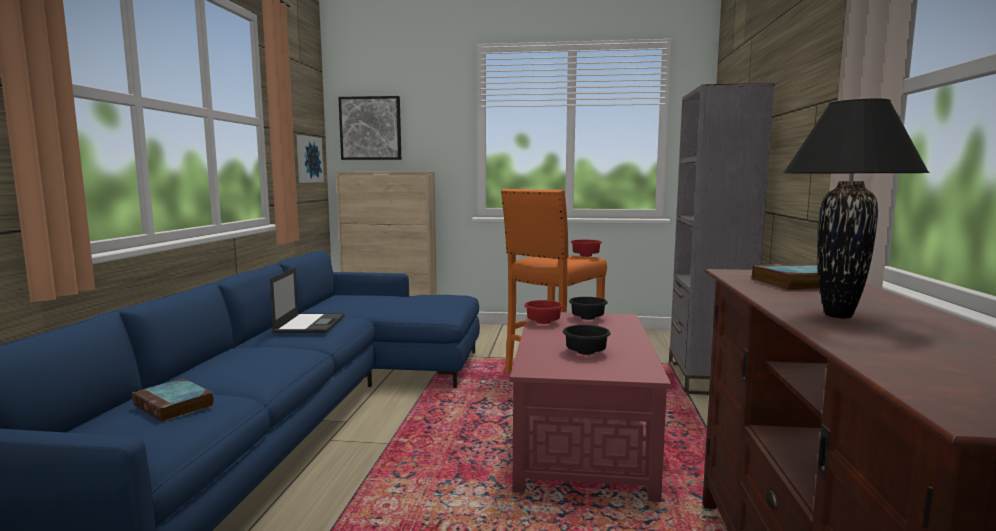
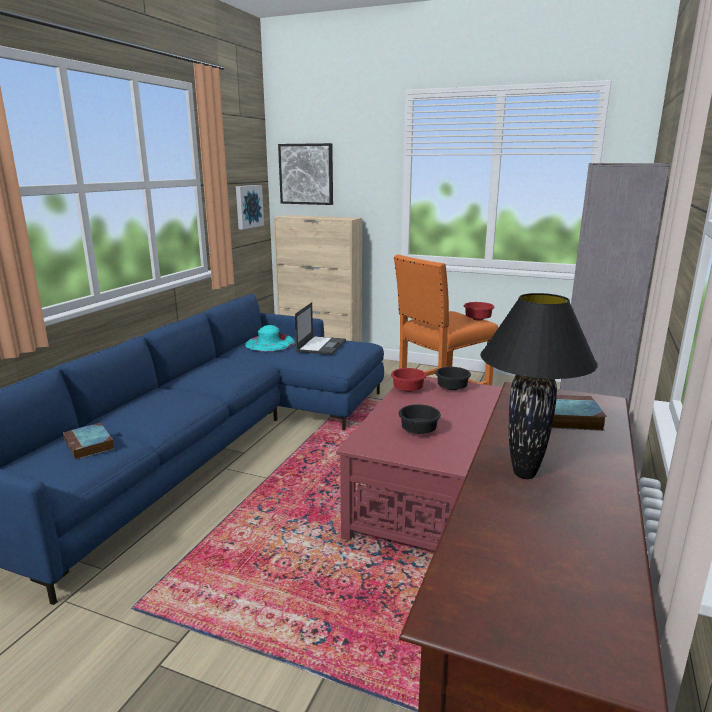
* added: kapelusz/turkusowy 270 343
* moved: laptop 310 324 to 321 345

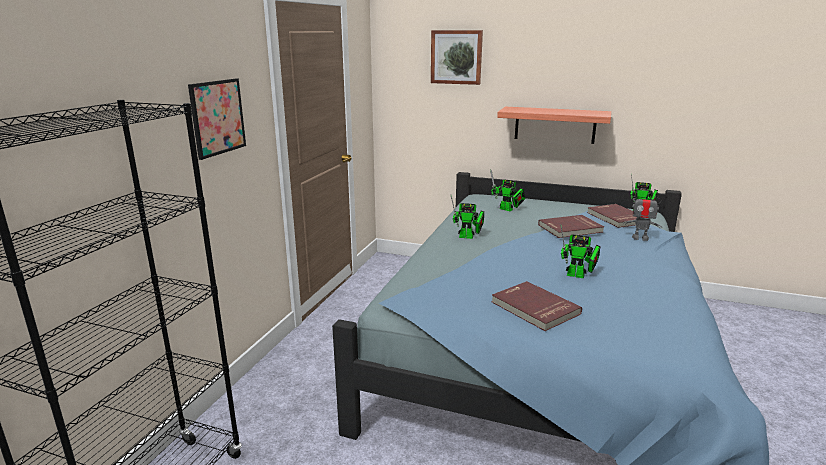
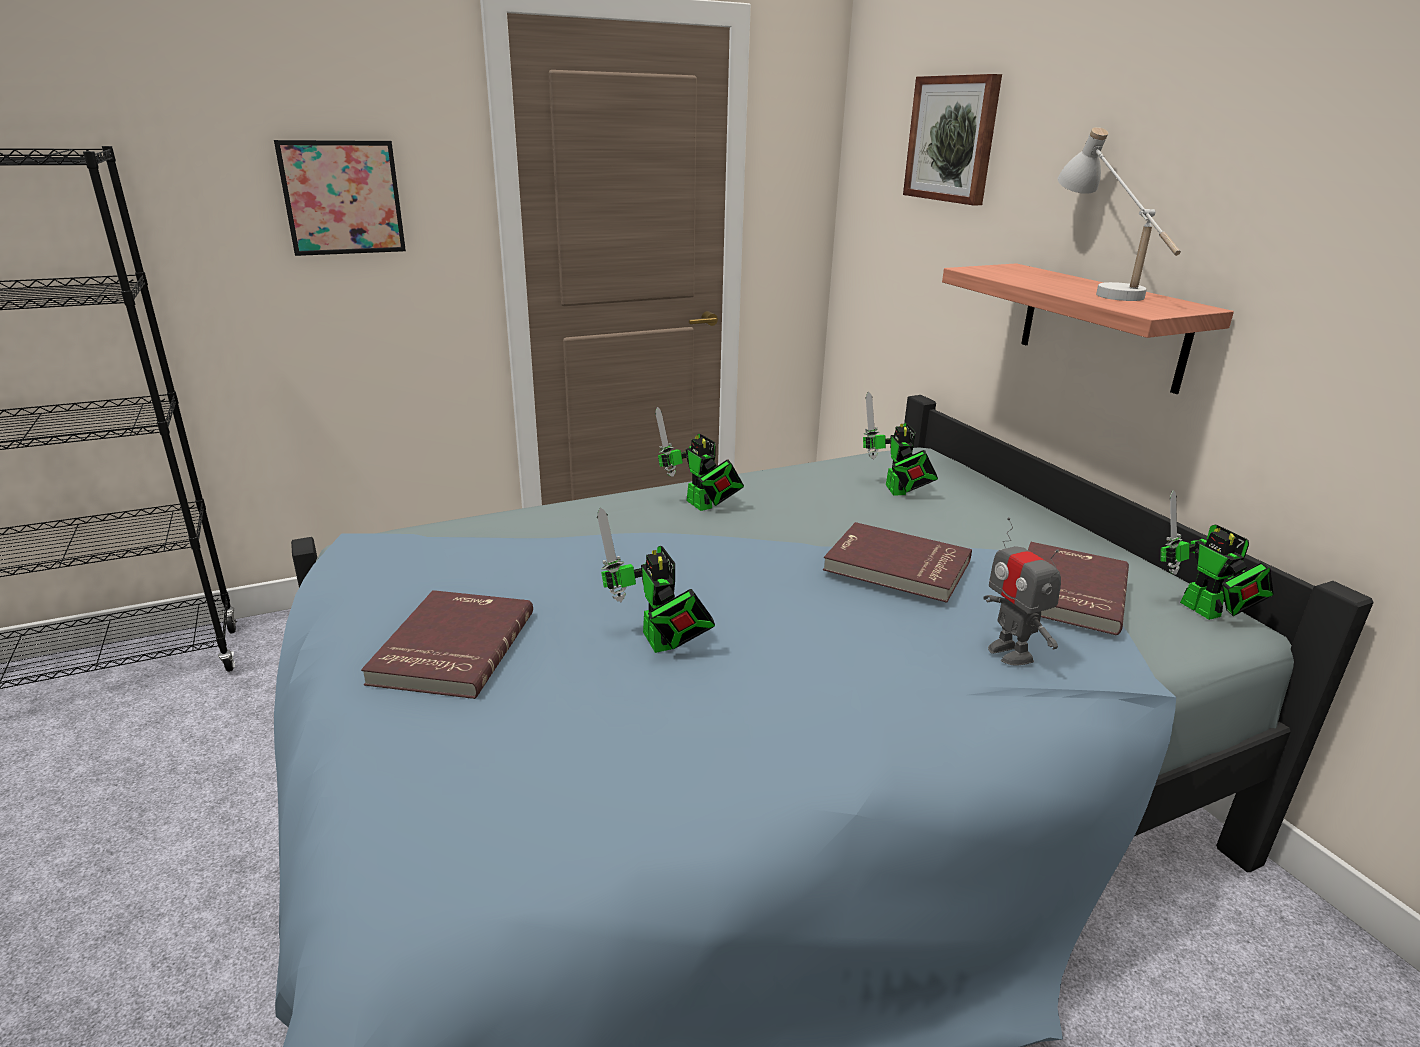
* added: lampa stołowa/biały 1101 290

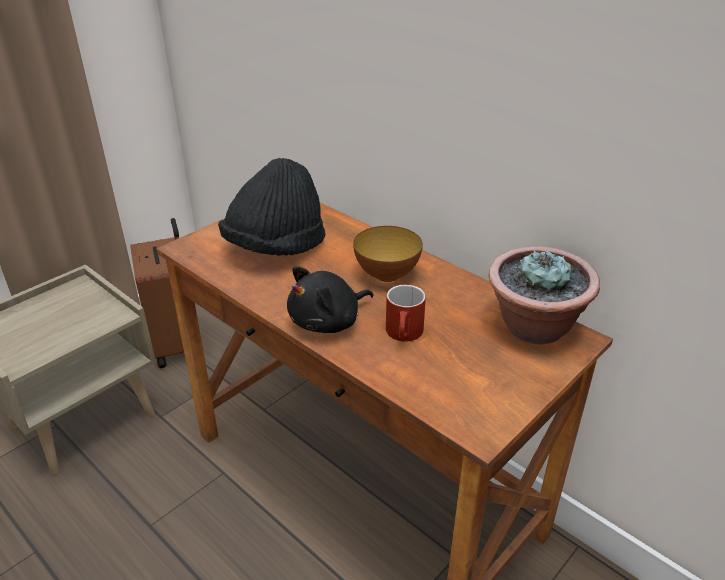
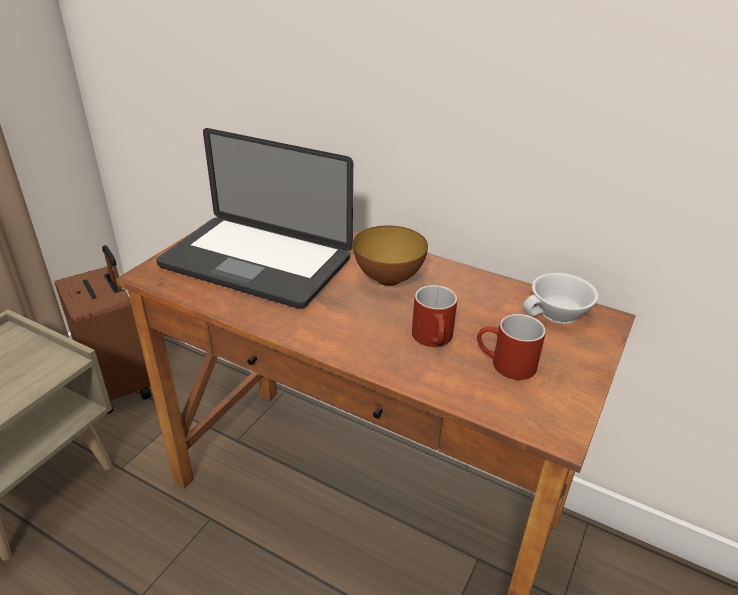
* removed: pluszak/czarny 328 322
* added: kubek/czerwony 505 365
* replaced: kapelusz/czarny 275 247 to laptop 256 263
* replaced: roślina doniczkowa 534 328 to filiżanka/biały 558 314

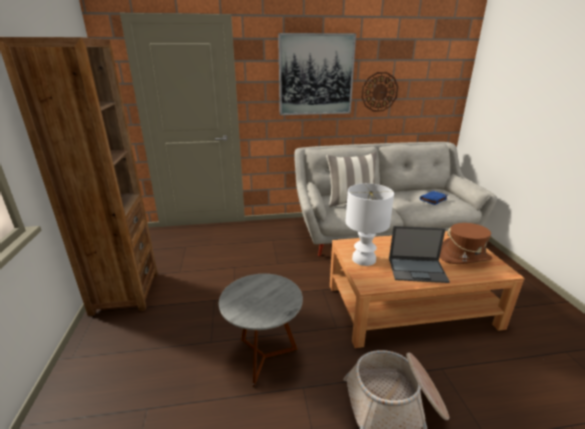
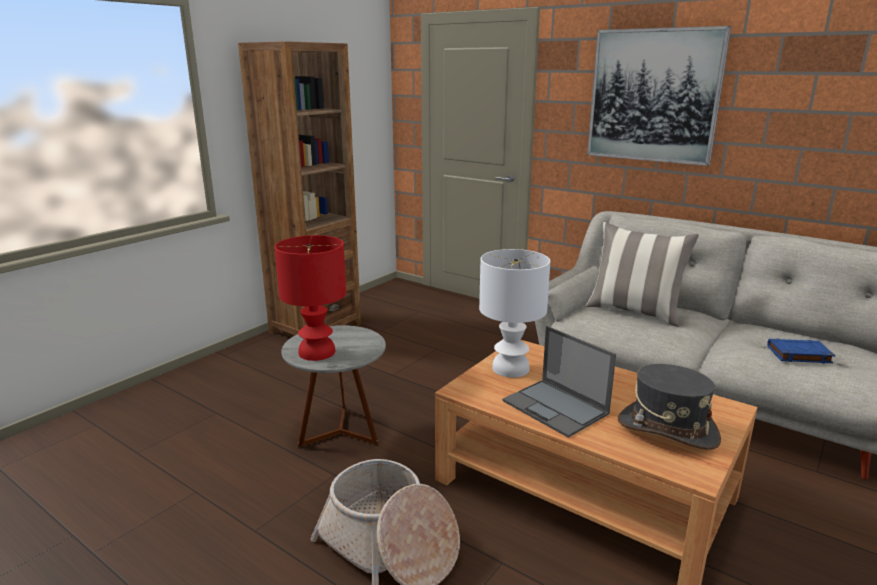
* removed: zegar ścienny 379 92
* added: lampa stołowa/czerwony 318 352
* recoloured: kapelusz/brązowy 464 256 to kapelusz/szary 667 429

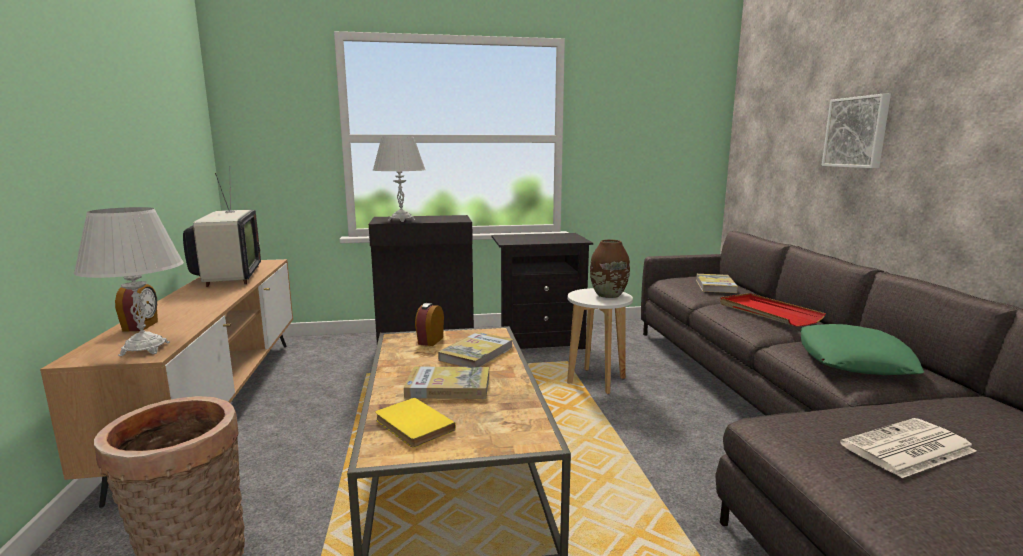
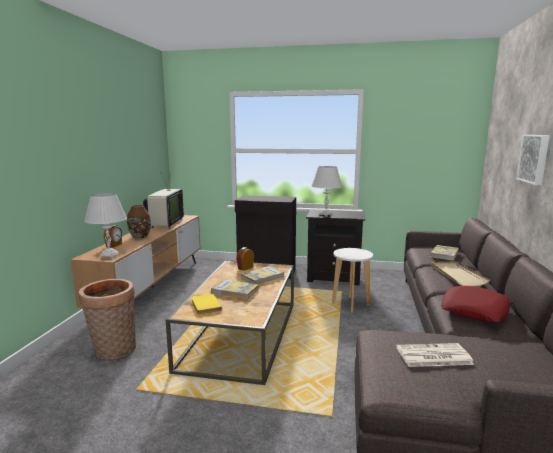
* moved: lampa stołowa/biały 401 220 to 326 215
* moved: wazon/brązowy 608 295 to 139 237
* recoloured: taca/czerwony 767 312 to taca/beżowy 456 275
* recoloured: poduszka/zielony 854 360 to poduszka/czerwony 475 310

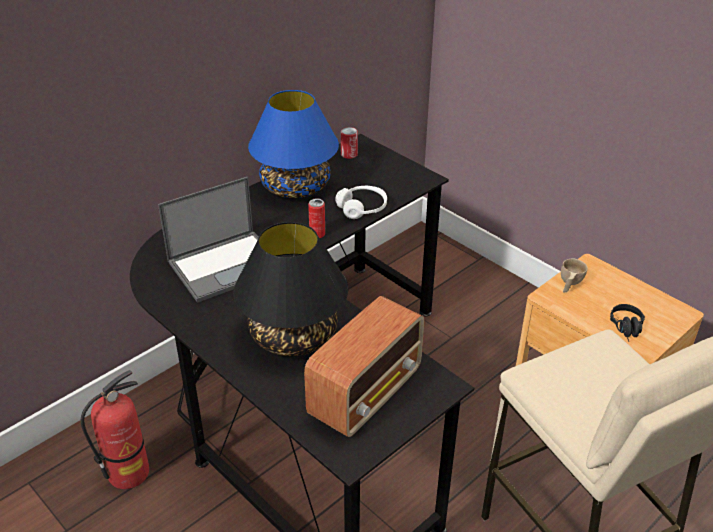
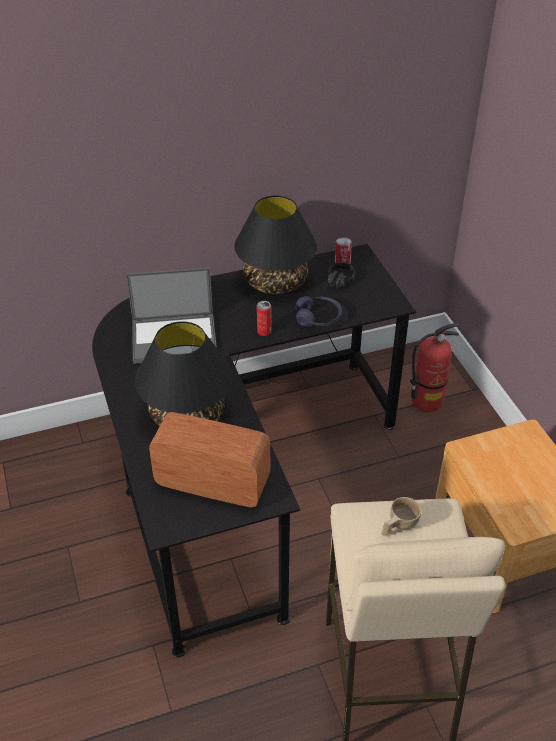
* moved: gaśnica 128 473 to 427 401
* moved: filiżanka/beżowy 569 284 to 398 526
* moved: słuchawki/czarny 627 330 to 338 283
* recoloured: lampa stołowa/niebieski 296 186 to lampa stołowa/czarny 276 281
* recoloured: słuchawki/biały 362 208 to słuchawki/fioletowy 318 318
* turned: radio 366 393 = 211 482 135 degrees counterclockwise

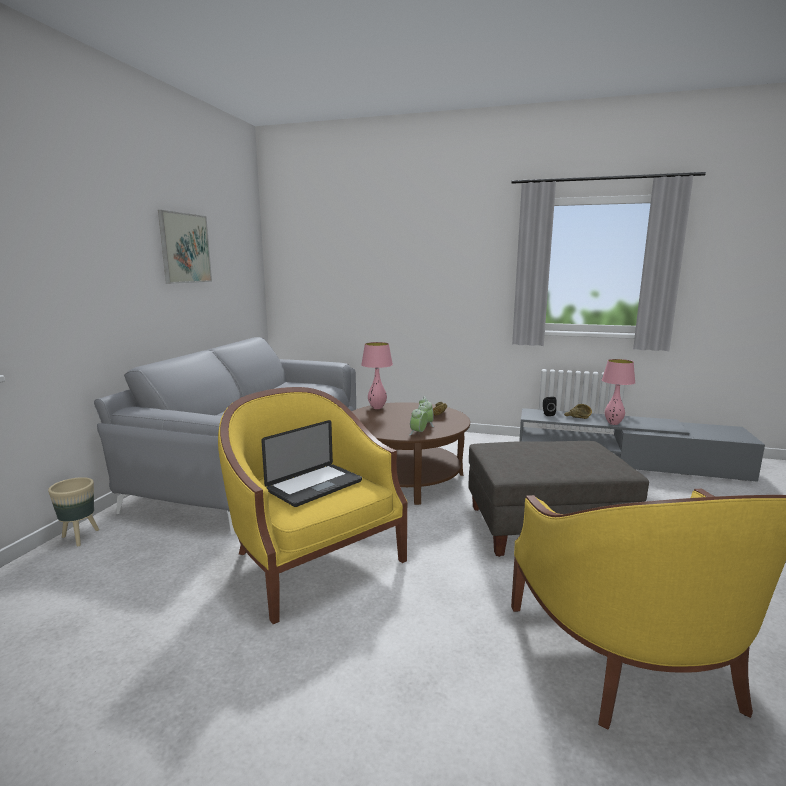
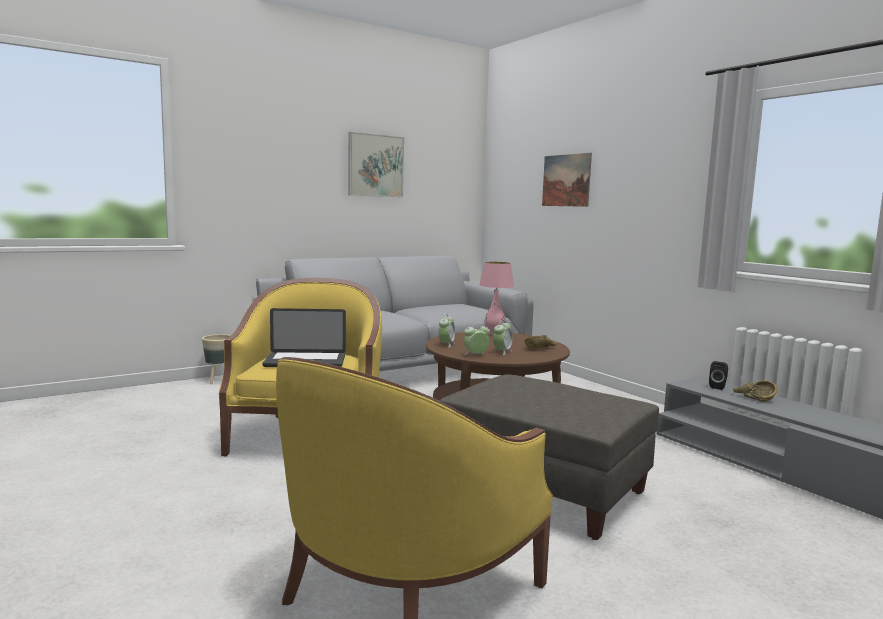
* removed: lampa stołowa/różowy 613 423
* added: budzik 446 344
* added: obraz 566 180

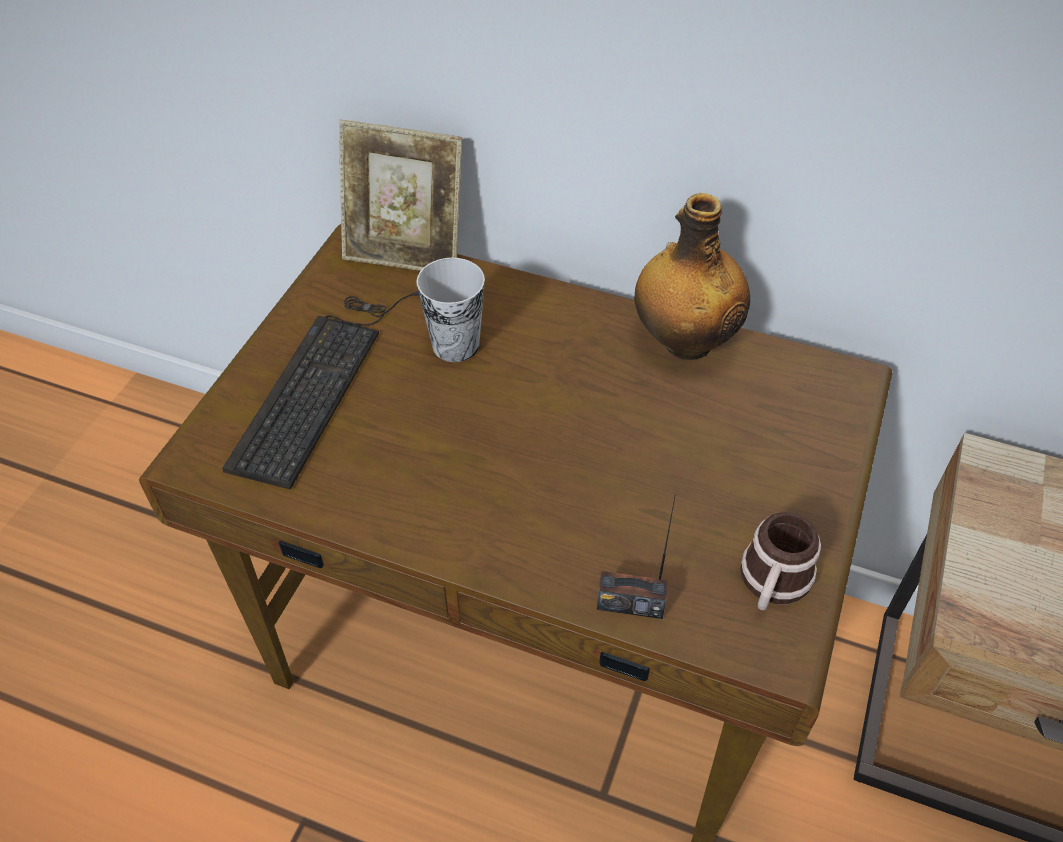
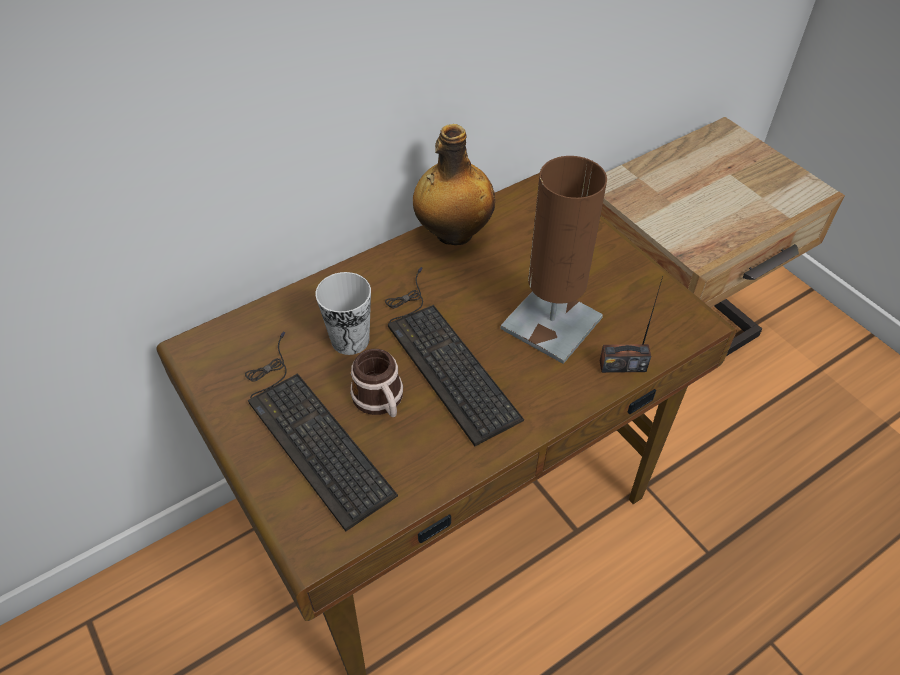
* removed: ramka na zdjęcie 406 253
* added: klawiatura 444 355
* added: lampa stołowa/brązowy 551 323
* moved: kubek 772 584 to 381 401
* turned: radio 630 603 = 622 365 45 degrees clockwise

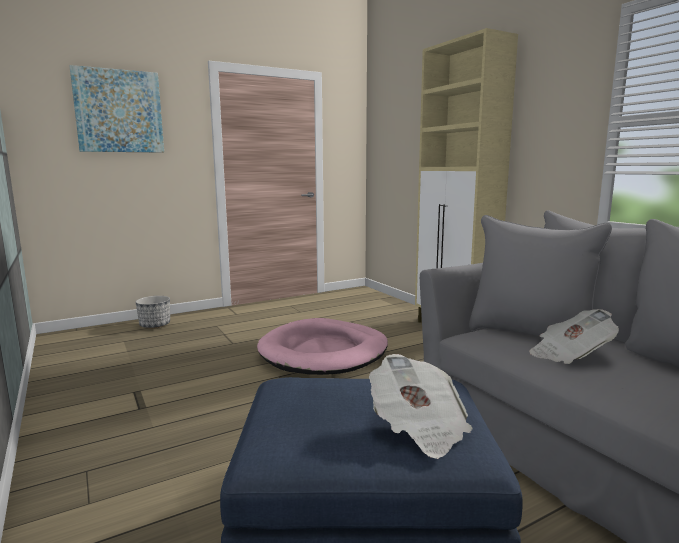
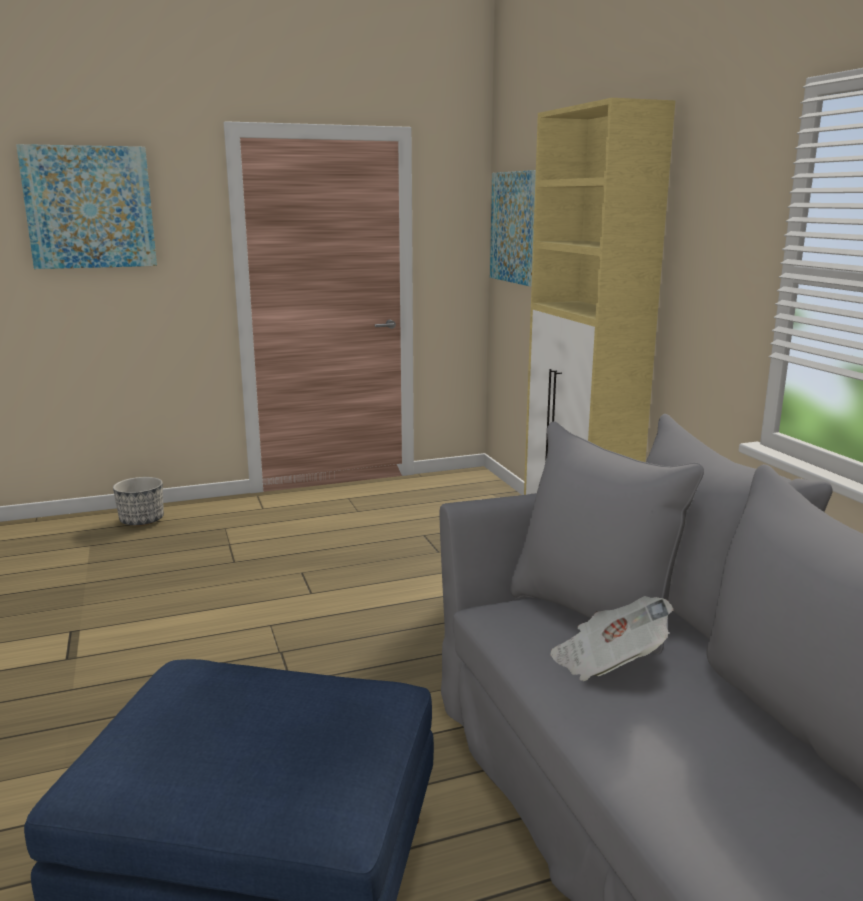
* removed: legowisko/różowy 324 352
* removed: gazeta 418 428
* added: obraz 518 227

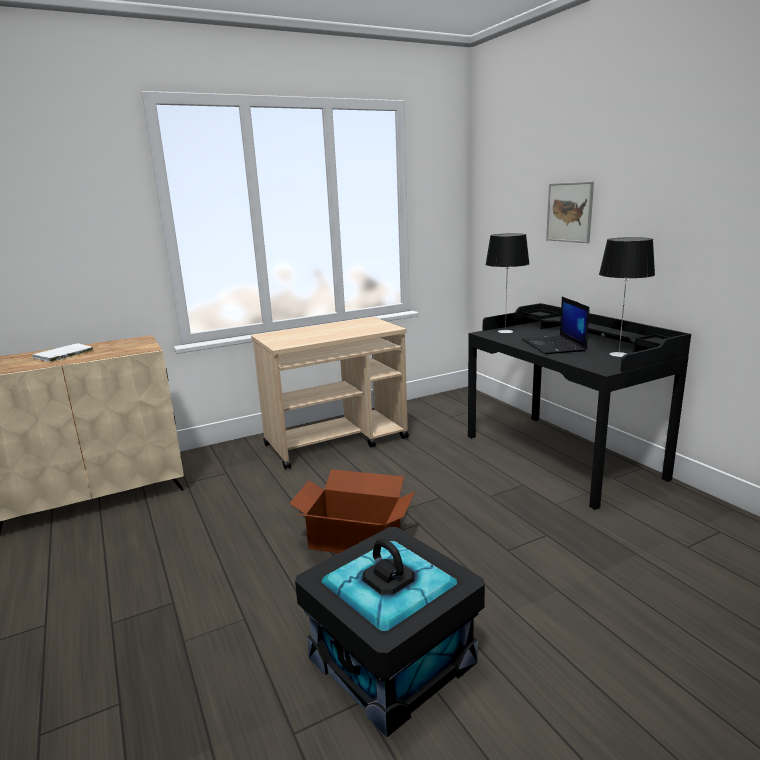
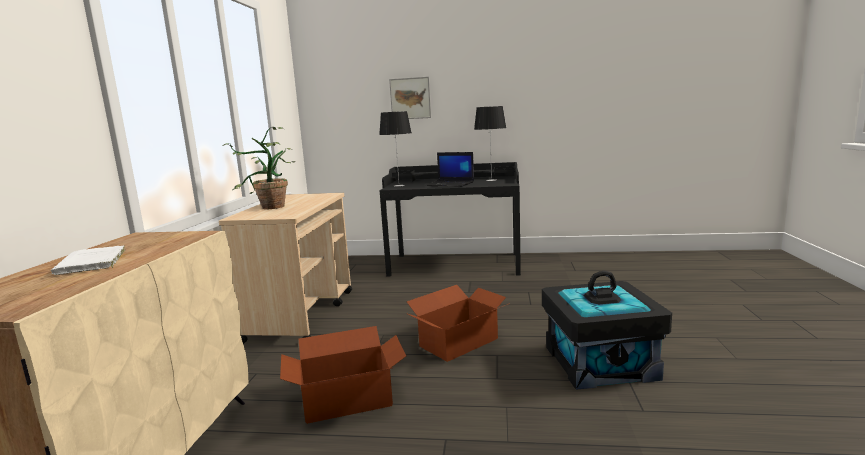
* added: roślina doniczkowa 268 208
* added: karton 348 400

